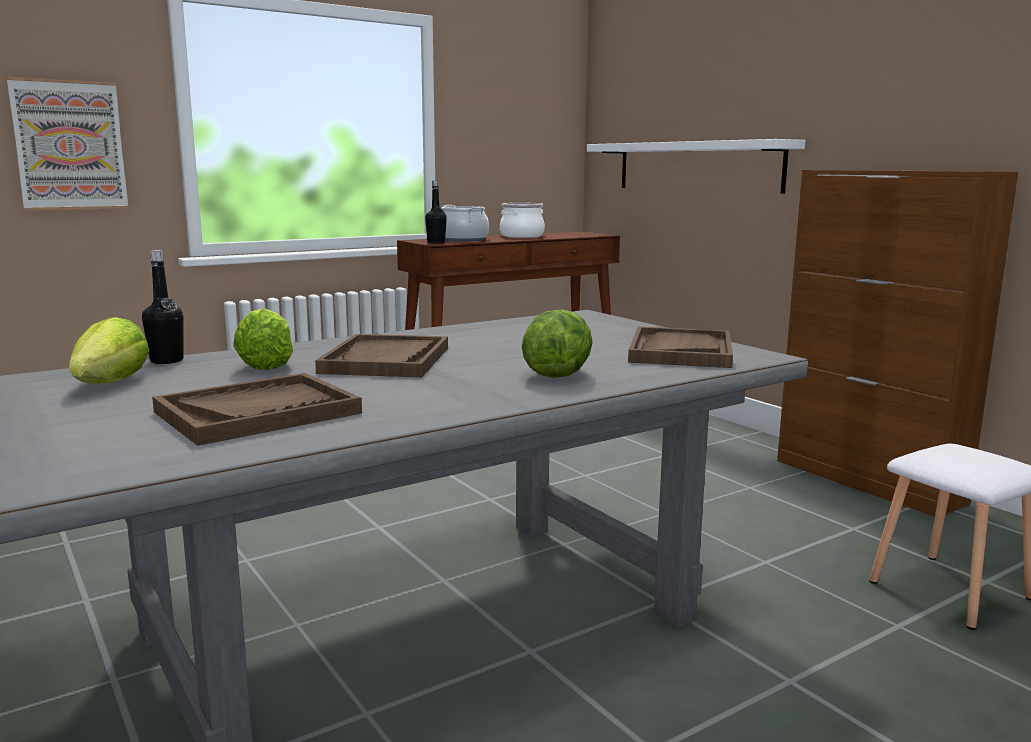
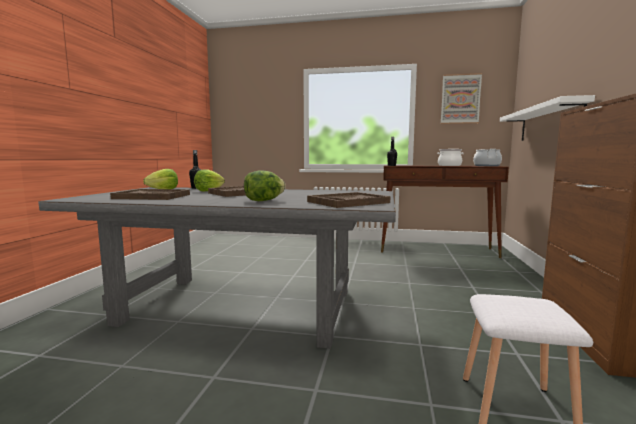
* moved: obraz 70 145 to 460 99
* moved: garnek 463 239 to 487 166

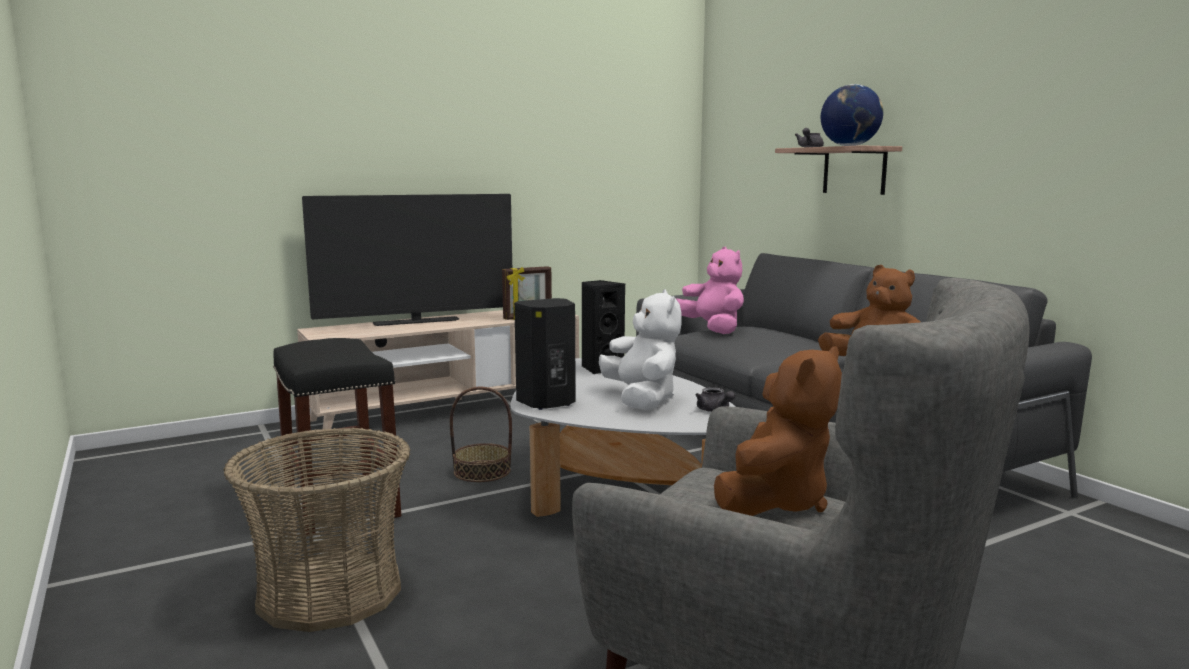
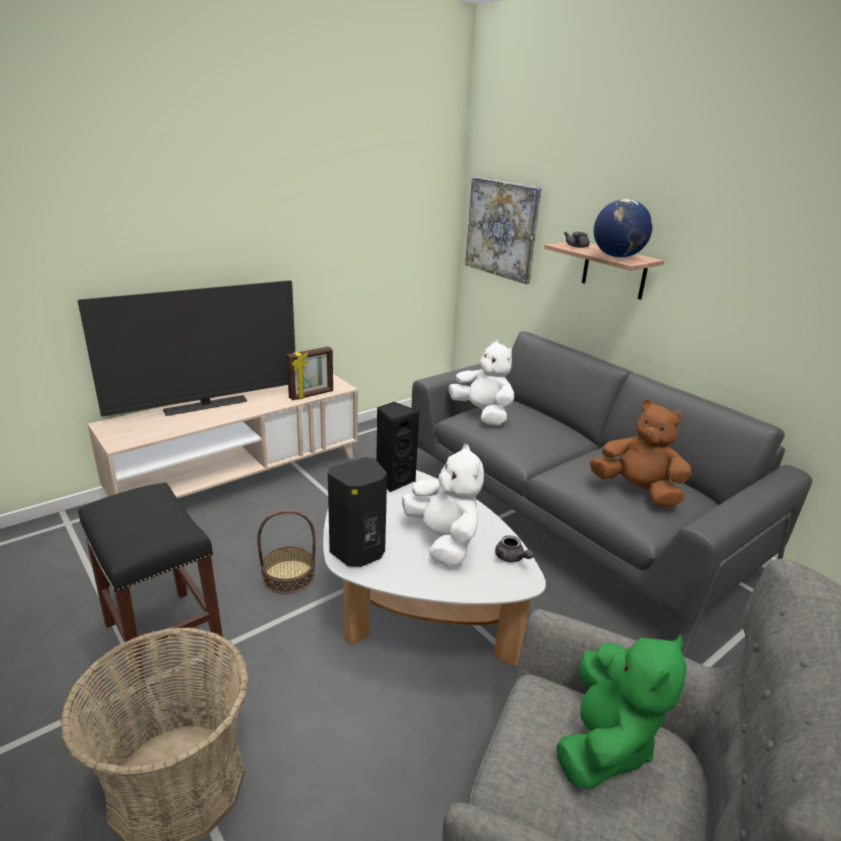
* added: obraz 502 229
* recoloured: pluszak/różowy 712 329 to pluszak/biały 482 414
* recoloured: pluszak/brązowy 775 501 to pluszak/zielony 604 743

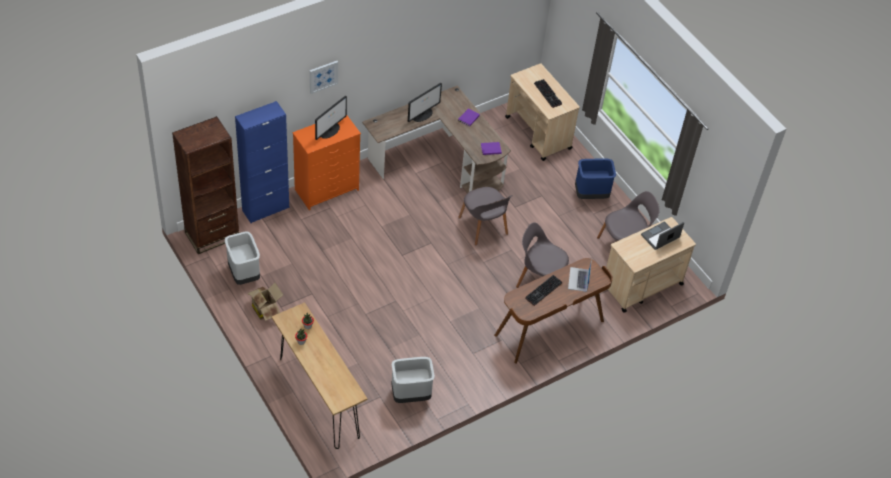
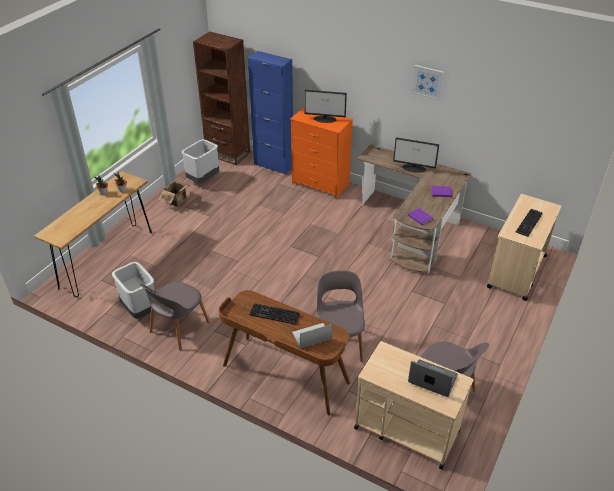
* removed: kosz na śmieci/niebieski 591 195
* moved: obraz 323 76 to 427 82
* moved: krzesło/szary 483 227 to 178 328

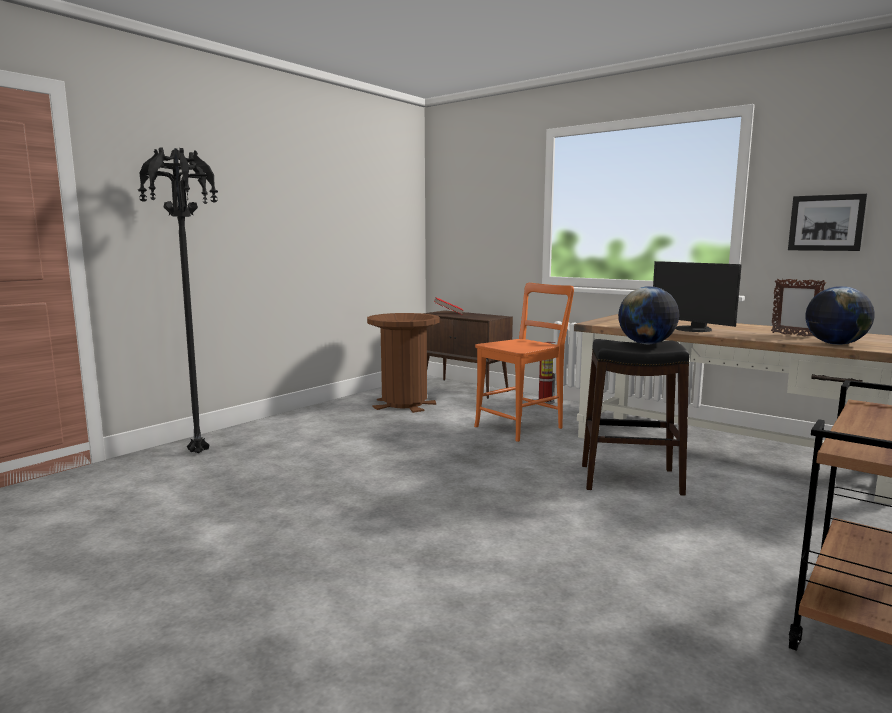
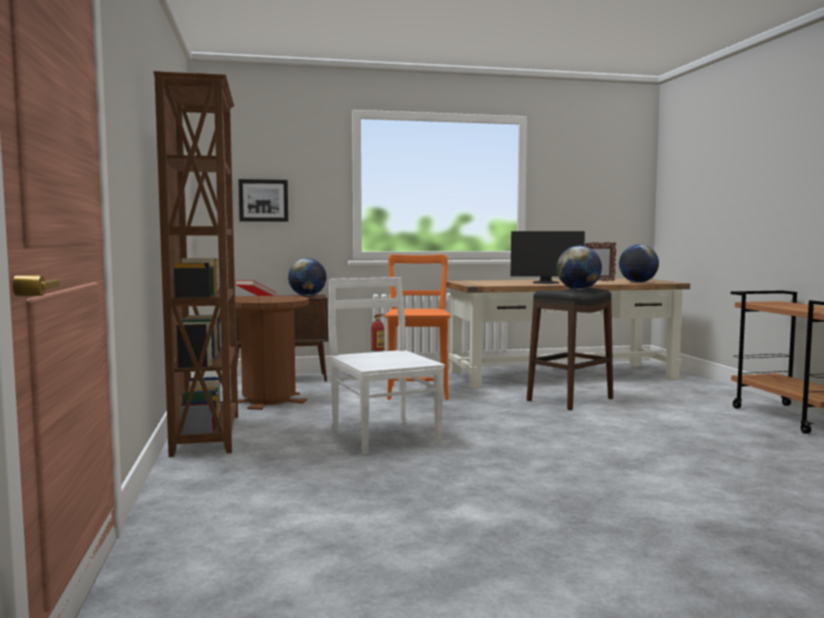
* removed: lampa stojąca/czarny 200 453
* added: regał/brązowy 208 434
* added: globus 307 296
* added: krzesło/biały 384 435
* moved: obraz 826 223 to 263 200

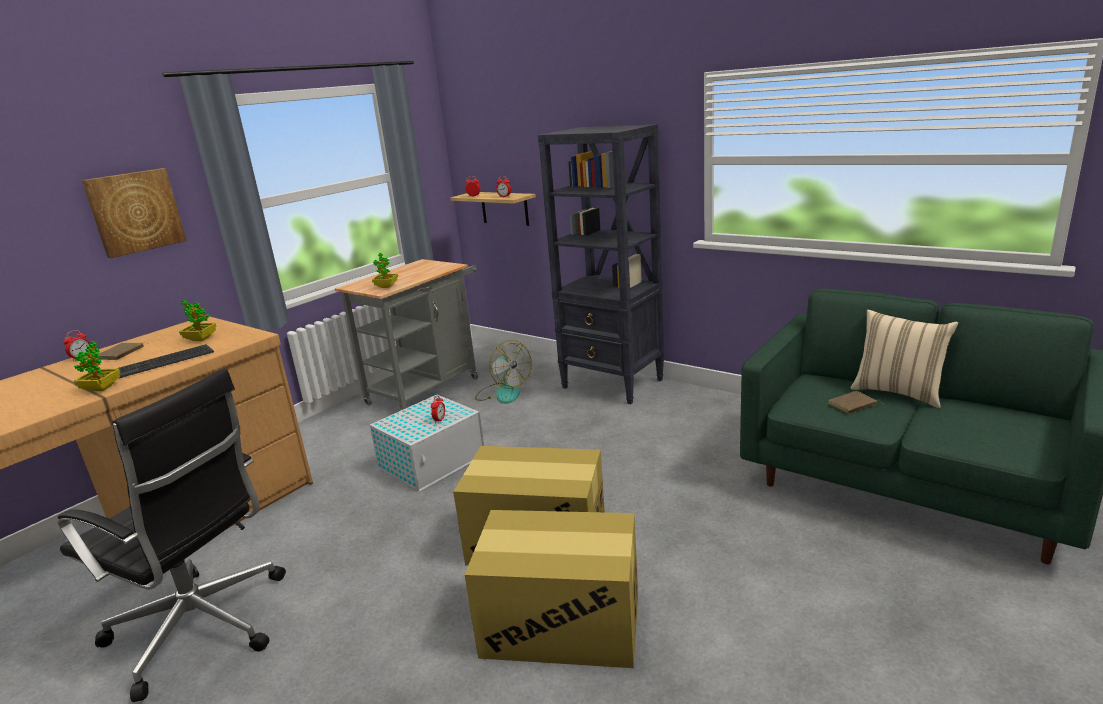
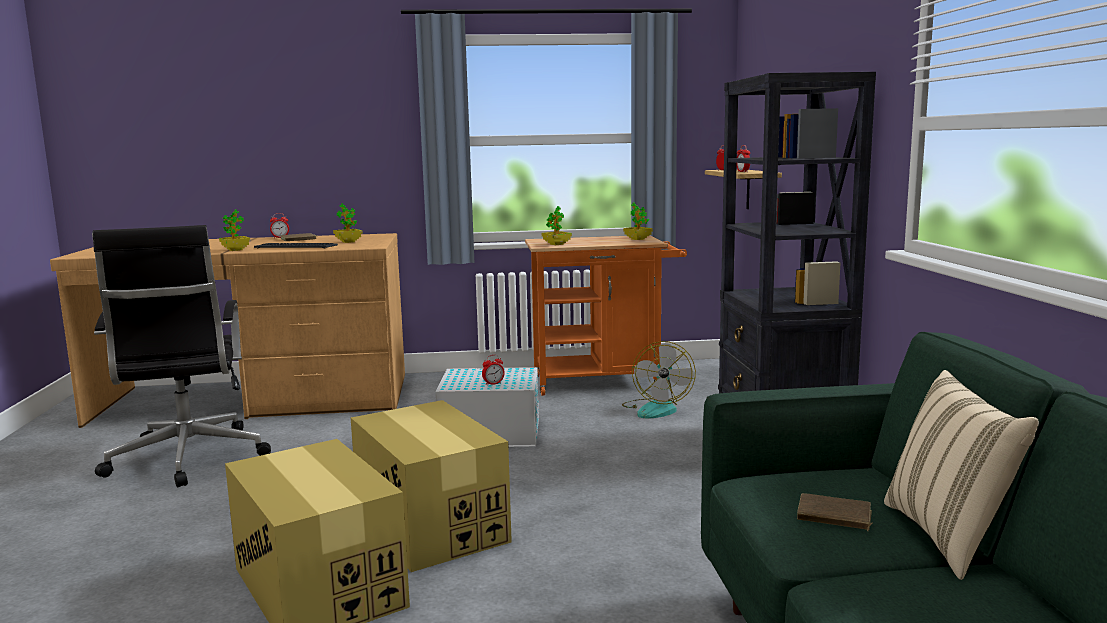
* removed: obraz 135 212
* added: roślina doniczkowa 637 239
* recoloured: wózek/szary 428 388 to wózek/pomarańczowy 604 382

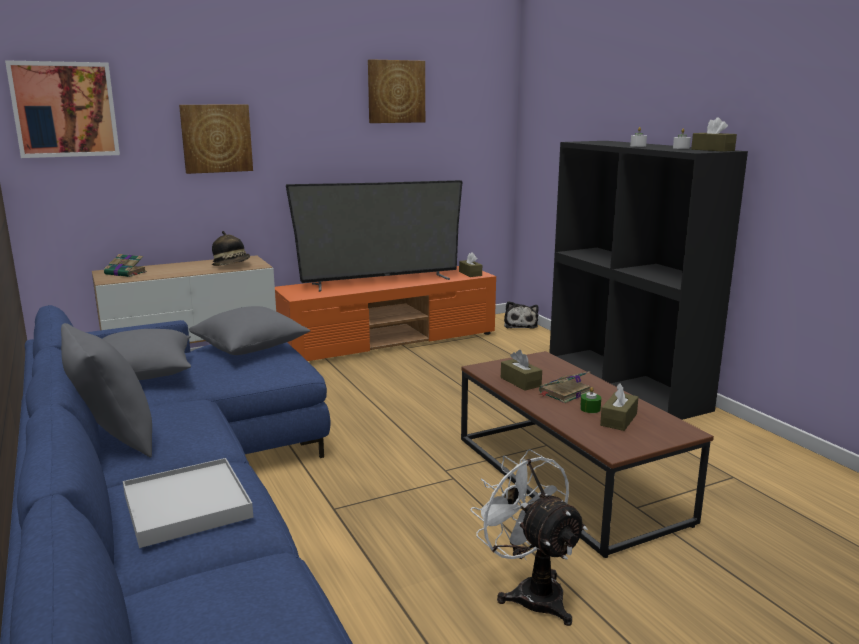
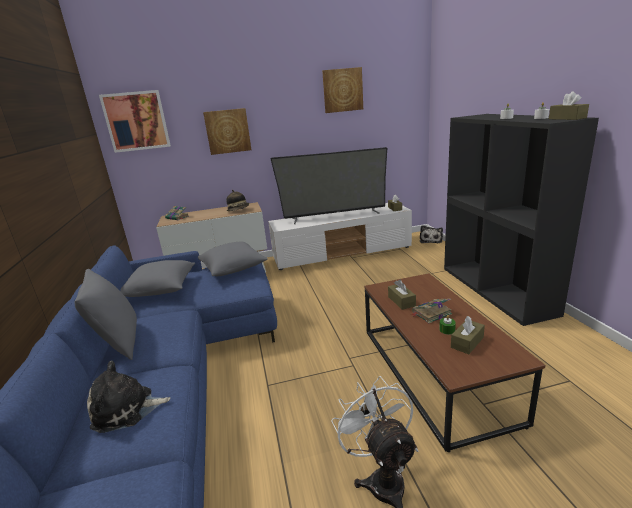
* replaced: taca/biały 187 506 to pluszak 127 409
* recoloured: szafka pod telewizor/pomarańczowy 389 341 to szafka pod telewizor/biały 342 252

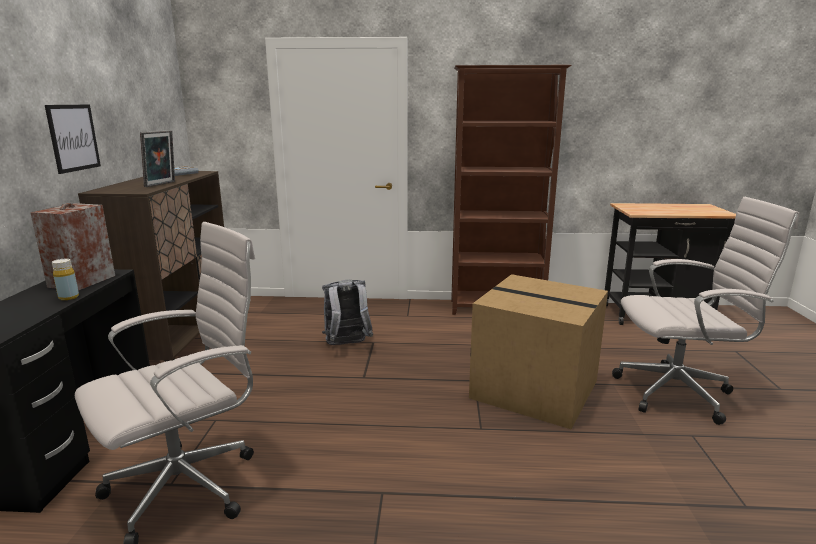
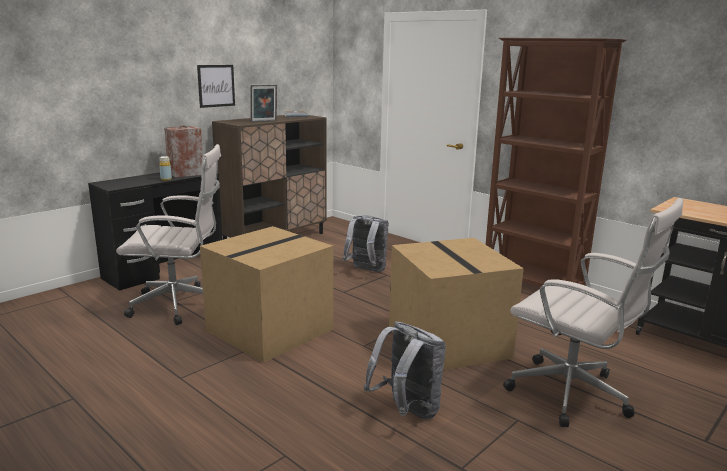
* added: karton 270 329
* added: plecak/szary 406 411

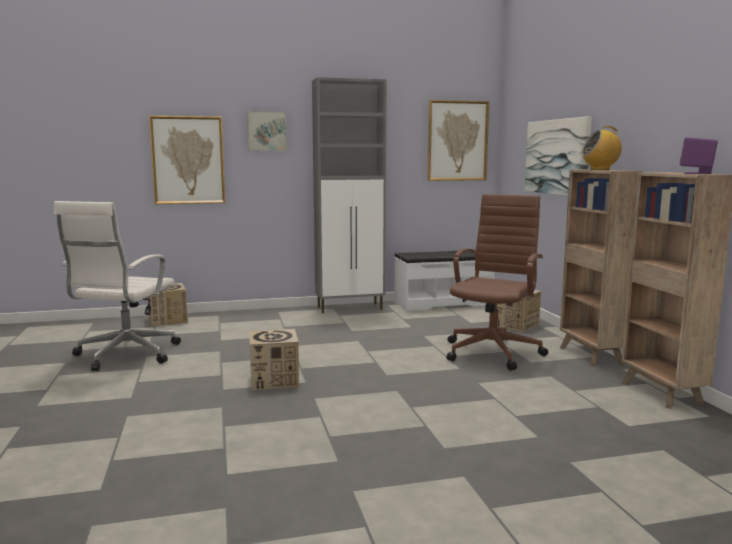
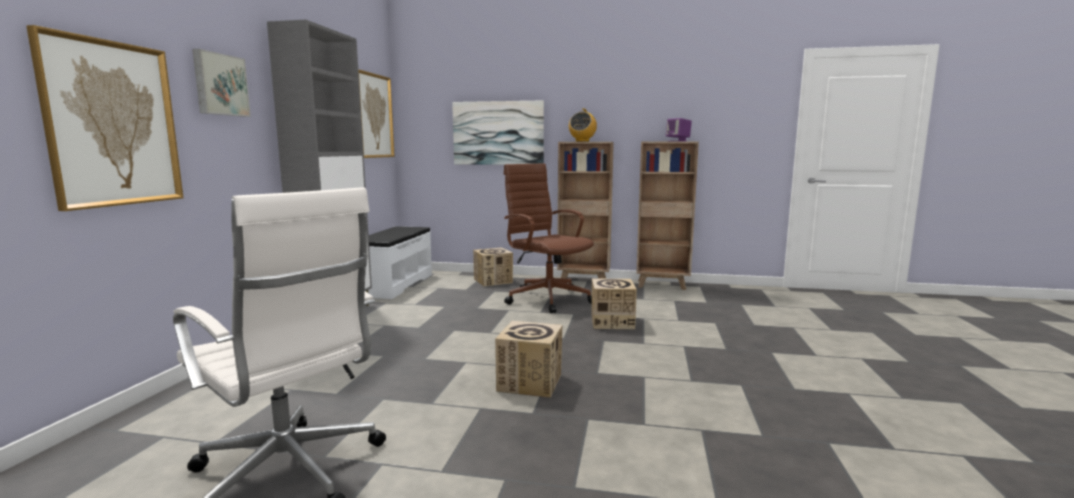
* moved: karton 168 320 to 612 322

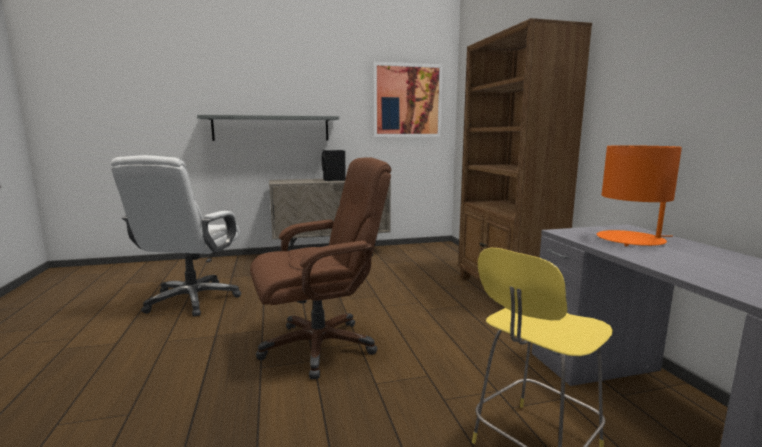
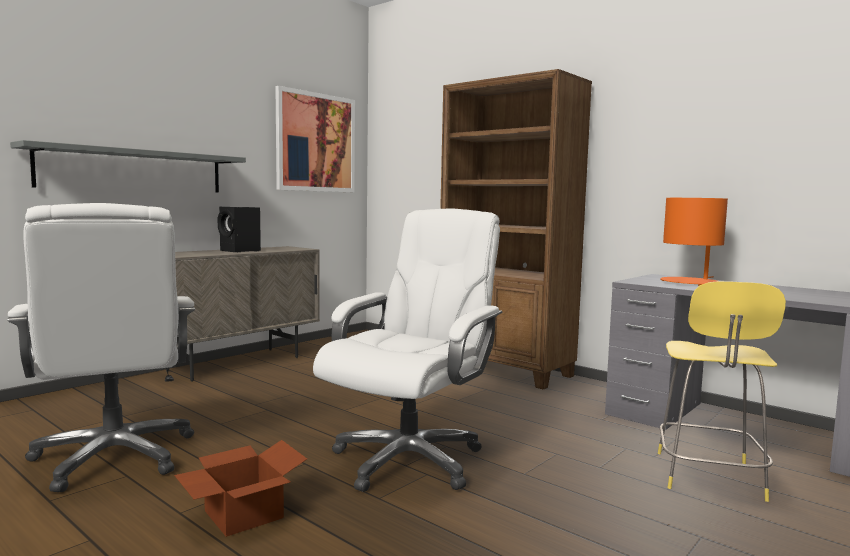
* added: karton 241 514
* recoloured: krzesło biurowe/brązowy 320 346 to krzesło biurowe/biały 409 459

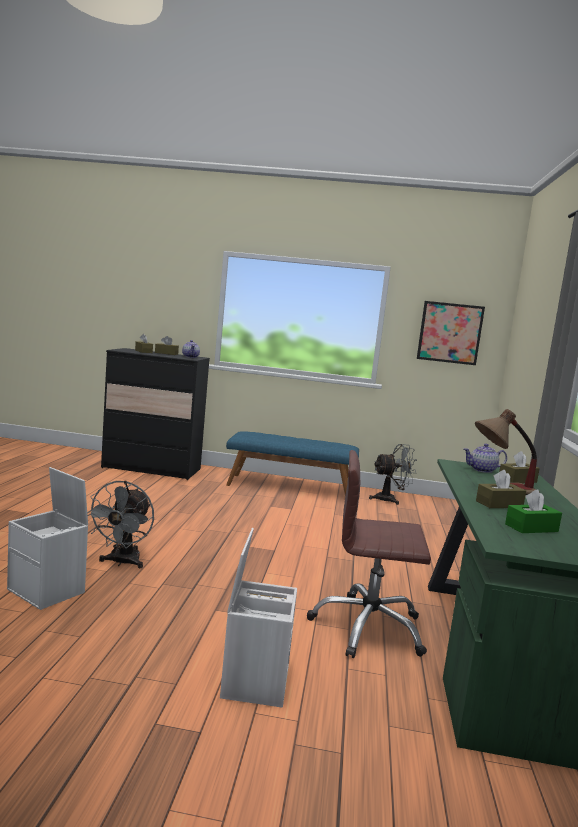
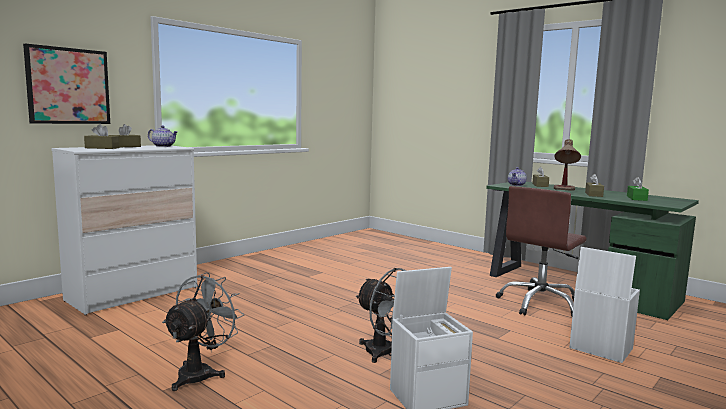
* removed: ławka/niebieski 290 488
* moved: wentylator/szary 390 499 to 201 373
* moved: obraz 449 333 to 68 86
* recoloured: komoda/czarny 151 469 to komoda/biały 133 294

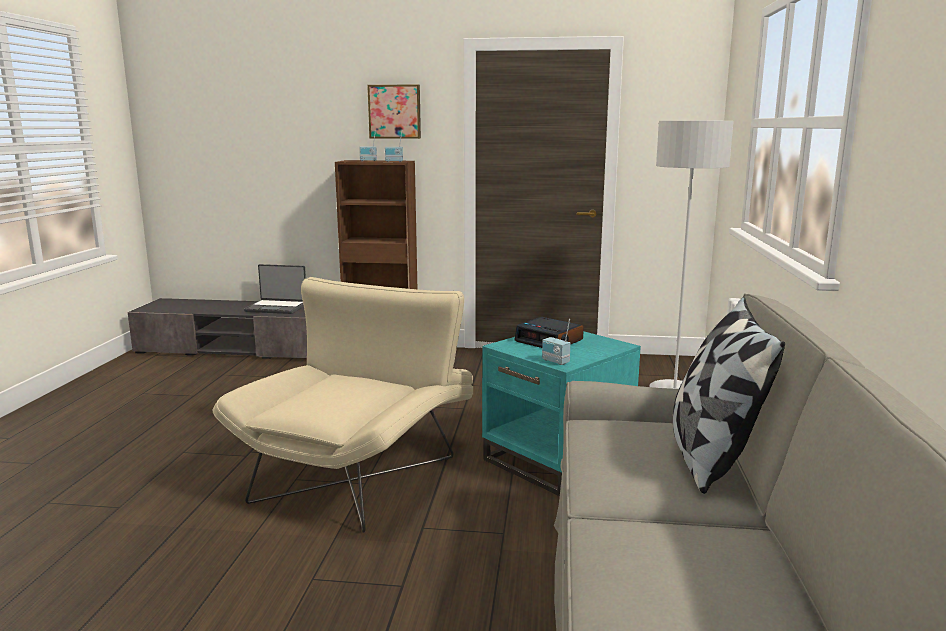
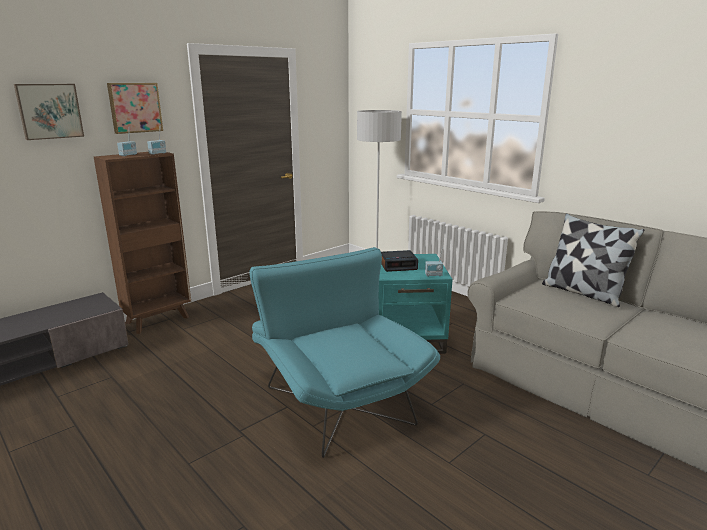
* removed: laptop 277 308
* added: obraz 49 111
* recoloured: fotel/beżowy 361 470 to fotel/turkusowy 336 397

